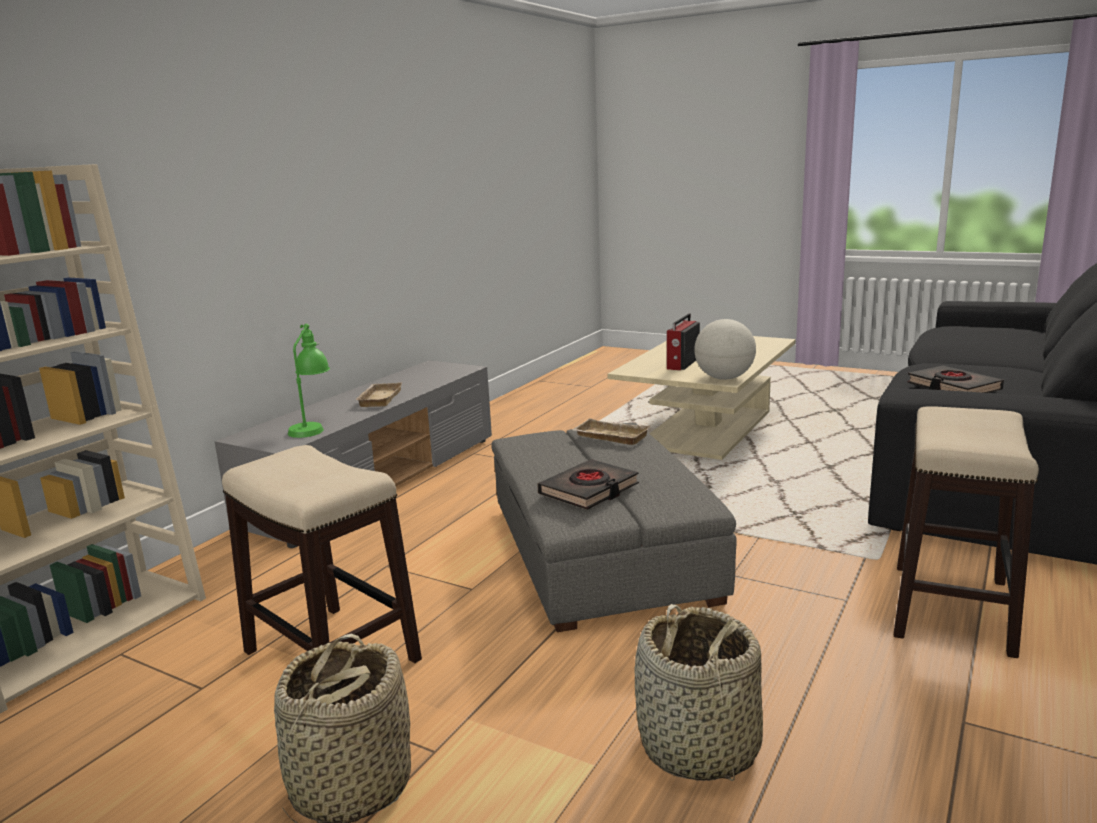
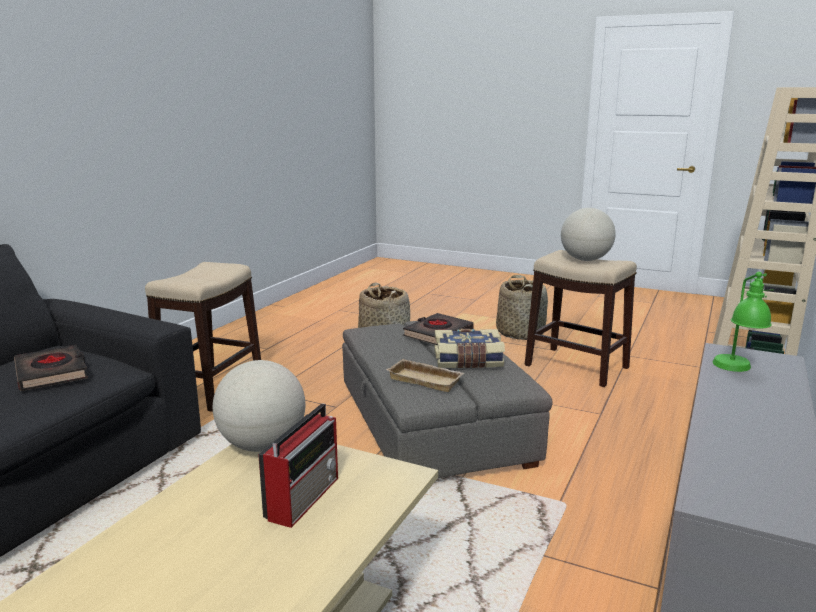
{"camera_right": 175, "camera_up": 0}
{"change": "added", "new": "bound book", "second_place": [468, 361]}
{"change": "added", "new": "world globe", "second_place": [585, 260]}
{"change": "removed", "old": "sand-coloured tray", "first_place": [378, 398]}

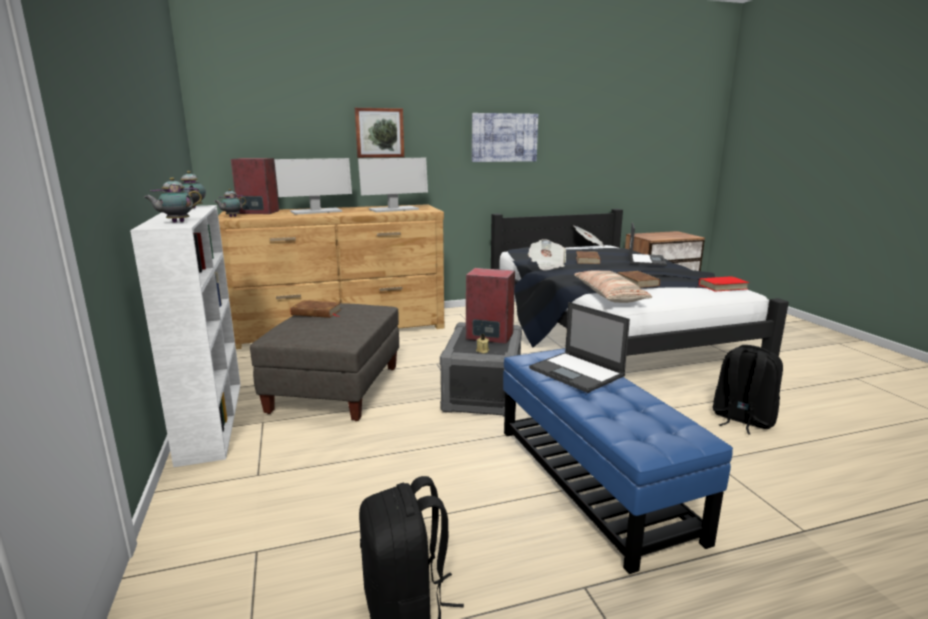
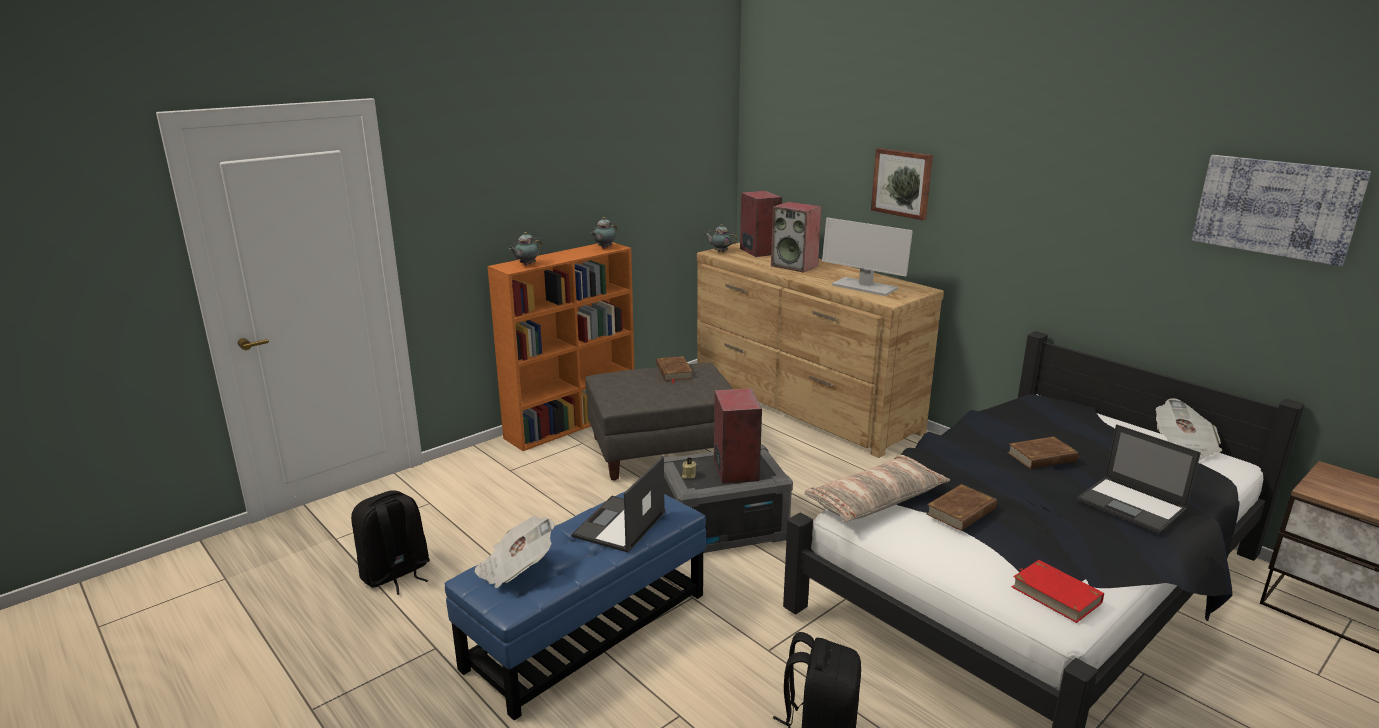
{"camera_right": 65, "camera_up": 5}
{"change": "moved", "old": "printed paper", "first_place": [546, 266], "second_place": [516, 569]}
{"change": "recoloured", "old": "whitish shelving unit", "new": "orange-coloured shelving unit", "first_place": [211, 419], "second_place": [572, 423]}
{"change": "turned", "old": "teapot", "first_place": [176, 222], "second_place": [526, 265], "degrees": -75}
{"change": "replaced", "old": "monitor", "new": "speaker", "first_place": [315, 212], "second_place": [795, 266]}
{"change": "turned", "old": "portable computer", "first_place": [646, 260], "second_place": [1132, 505], "degrees": 60}
{"change": "moved", "old": "picture", "first_place": [504, 137], "second_place": [1276, 207]}

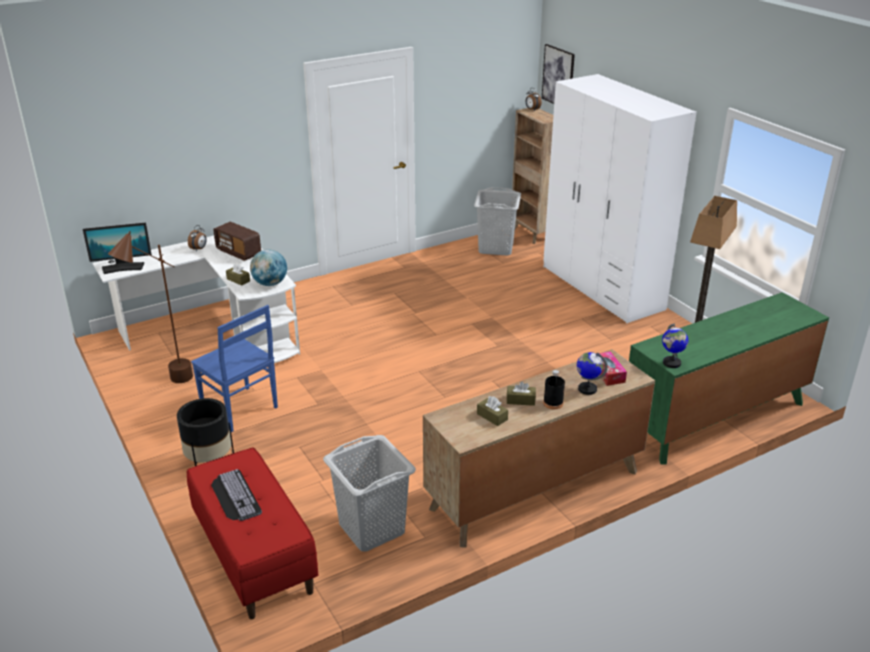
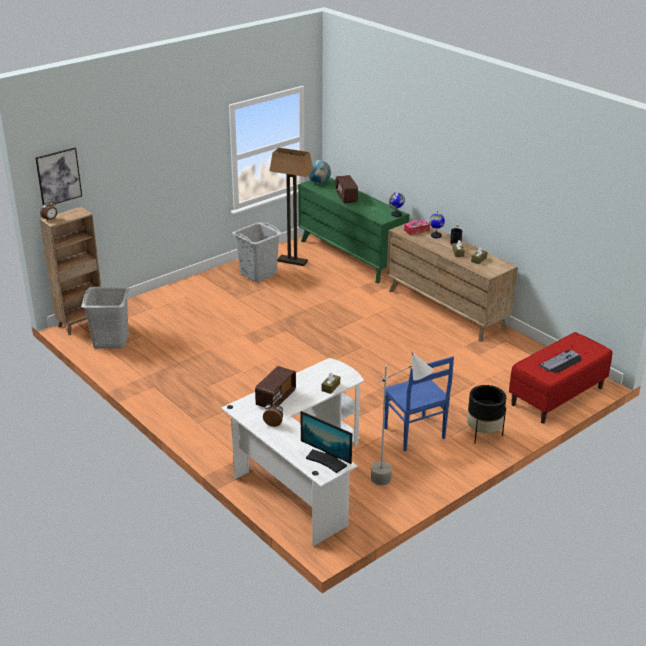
{"camera_right": -100, "camera_up": 0}
{"change": "moved", "old": "gray washing basket", "first_place": [371, 529], "second_place": [258, 274]}
{"change": "turned", "old": "monitor", "first_place": [123, 268], "second_place": [326, 461], "degrees": 150}
{"change": "moved", "old": "world globe", "first_place": [270, 283], "second_place": [319, 183]}
{"change": "added", "new": "radio", "second_place": [346, 197]}
{"change": "recoloured", "old": "brownish floor lamp", "new": "gray floor lamp", "first_place": [166, 385], "second_place": [396, 484]}
{"change": "turned", "old": "blue plain chair", "first_place": [241, 410], "second_place": [415, 434], "degrees": 120}
{"change": "removed", "old": "whitish clothes cupboard", "first_place": [602, 288]}

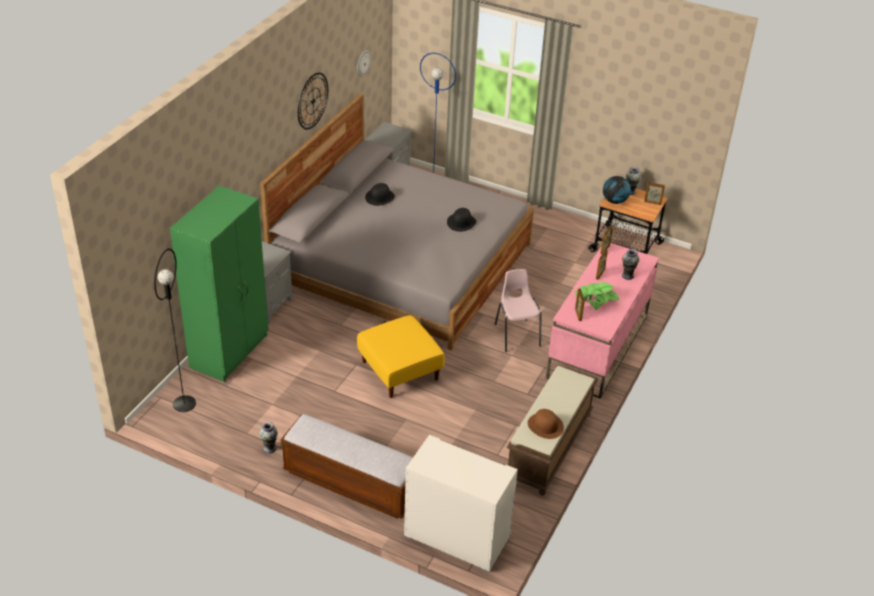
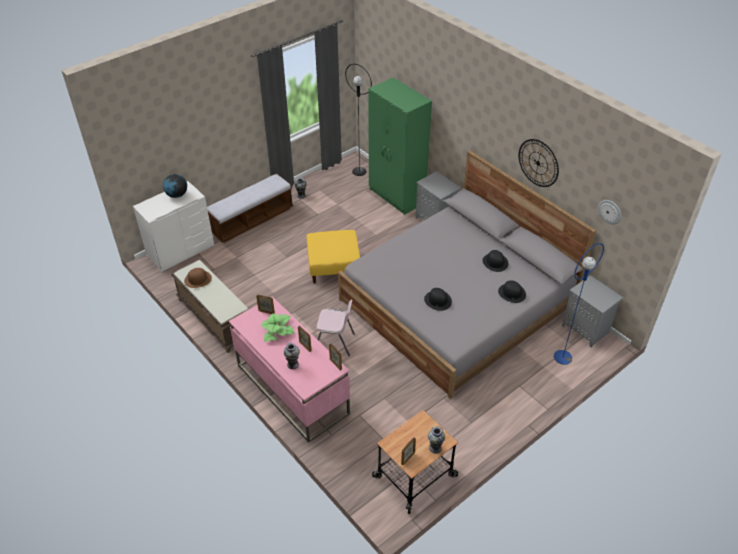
{"camera_right": 115, "camera_up": 5}
{"change": "moved", "old": "world globe", "first_place": [614, 201], "second_place": [177, 195]}
{"change": "added", "new": "black-coloured clothing hat", "second_place": [511, 293]}

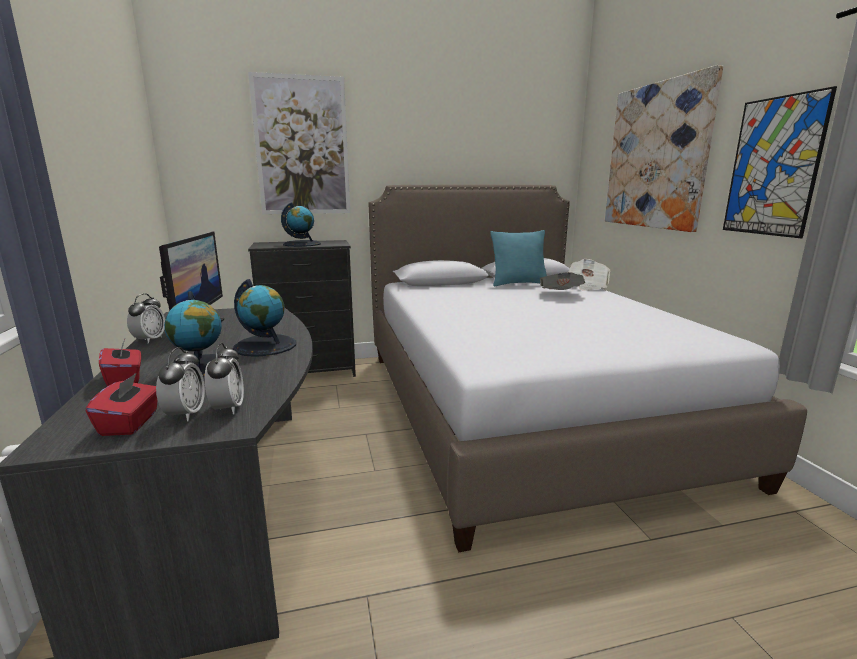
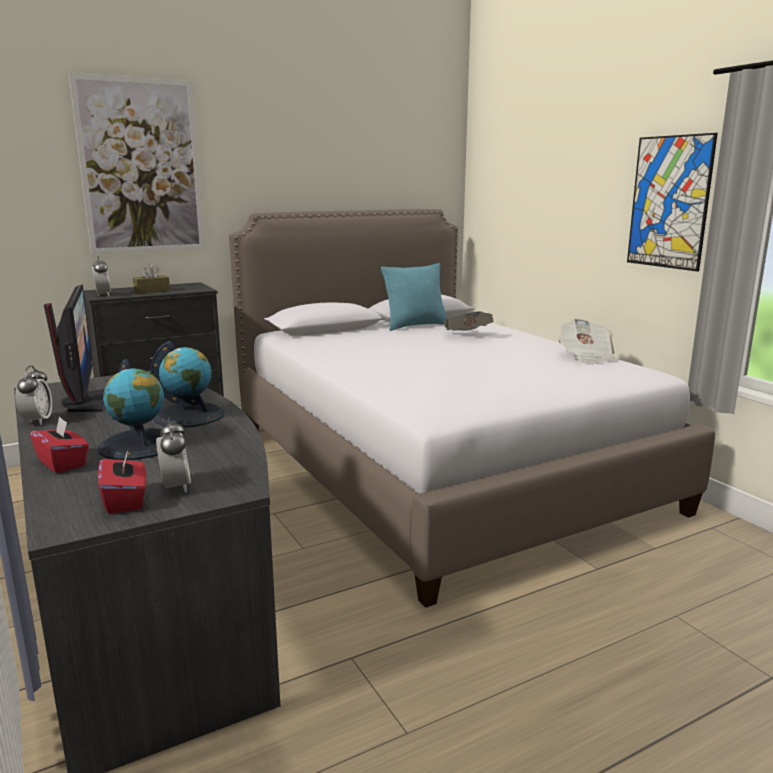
{"camera_right": -15, "camera_up": 0}
{"change": "moved", "old": "alarm clock", "first_place": [228, 408], "second_place": [103, 295]}
{"change": "replaced", "old": "world globe", "new": "brownish box of tissues", "first_place": [302, 244], "second_place": [152, 291]}
{"change": "moved", "old": "printed paper", "first_place": [587, 286], "second_place": [585, 357]}
{"change": "removed", "old": "picture", "first_place": [656, 156]}

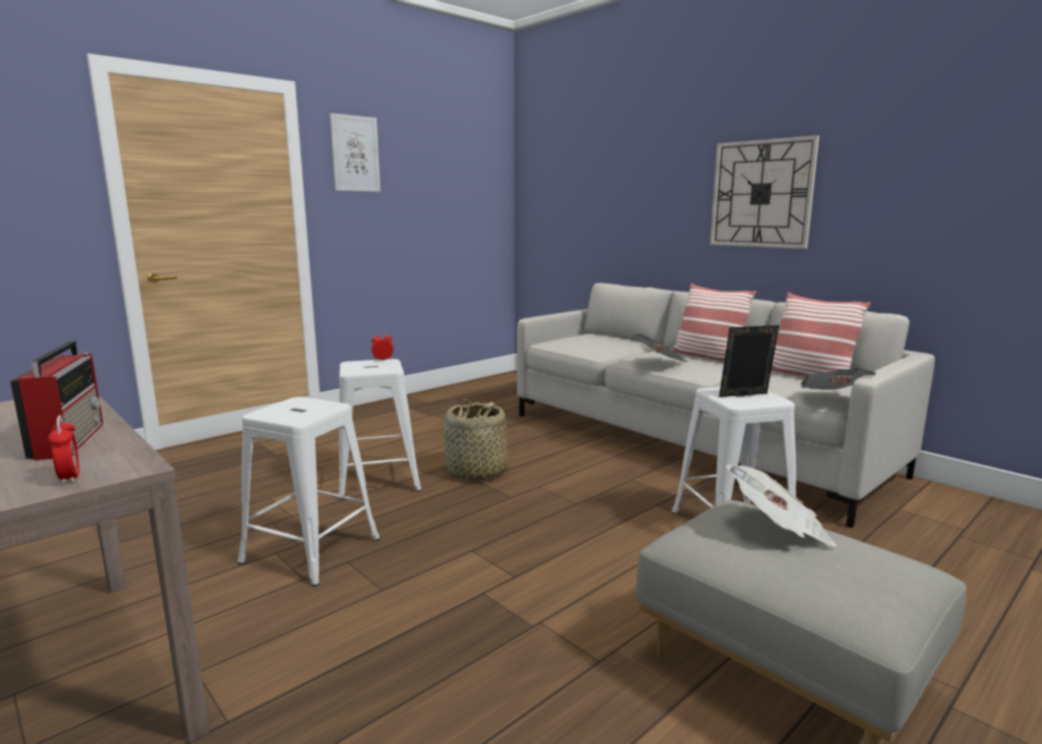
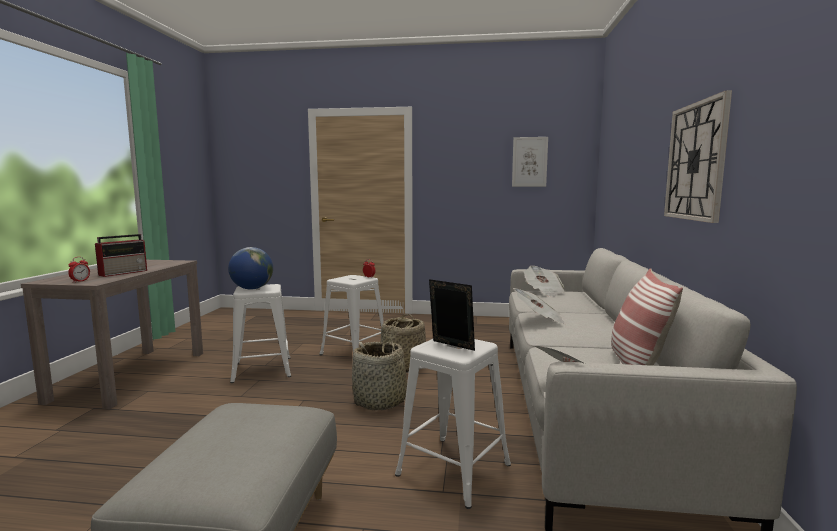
{"camera_right": 50, "camera_up": -5}
{"change": "added", "new": "world globe", "second_place": [252, 289]}
{"change": "added", "new": "storage basket", "second_place": [380, 401]}
{"change": "moved", "old": "picture", "first_place": [355, 154], "second_place": [529, 162]}
{"change": "moved", "old": "printed paper", "first_place": [778, 529], "second_place": [543, 292]}
{"change": "removed", "old": "pillow", "first_place": [707, 357]}

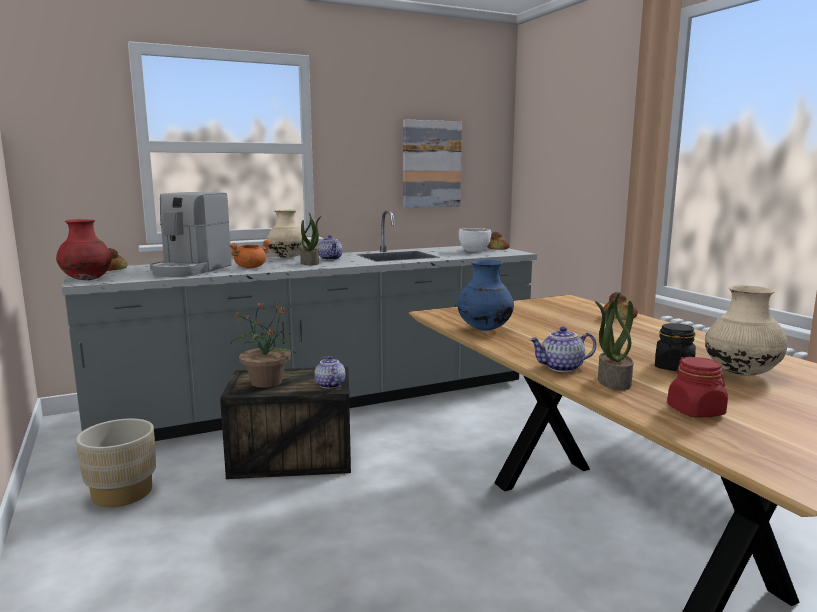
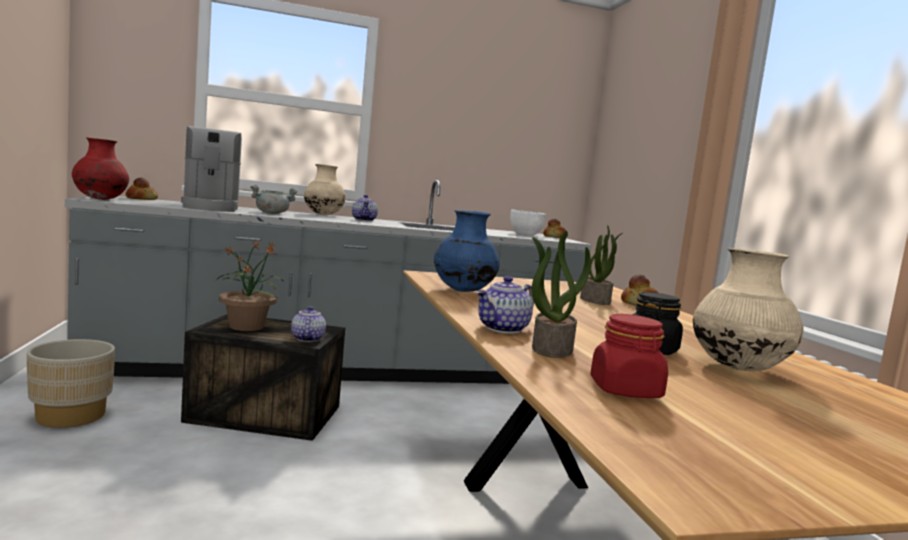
{"camera_right": 10, "camera_up": -5}
{"change": "turned", "old": "coffee machine", "first_place": [190, 270], "second_place": [211, 207], "degrees": -45}
{"change": "recoloured", "old": "orange-coloured cooking pot", "new": "gray cooking pot", "first_place": [250, 267], "second_place": [272, 213]}
{"change": "turned", "old": "teapot", "first_place": [561, 368], "second_place": [503, 329], "degrees": -45}
{"change": "moved", "old": "potted plant", "first_place": [310, 263], "second_place": [596, 300]}
{"change": "removed", "old": "picture", "first_place": [431, 164]}

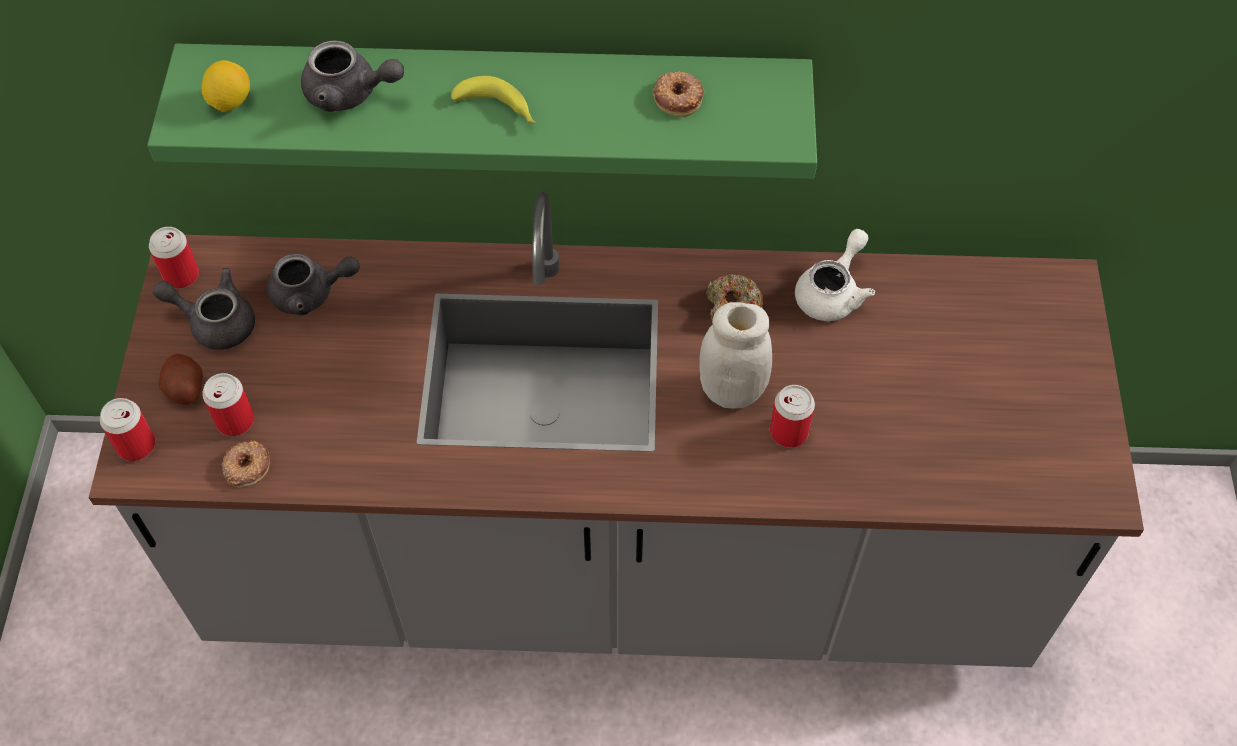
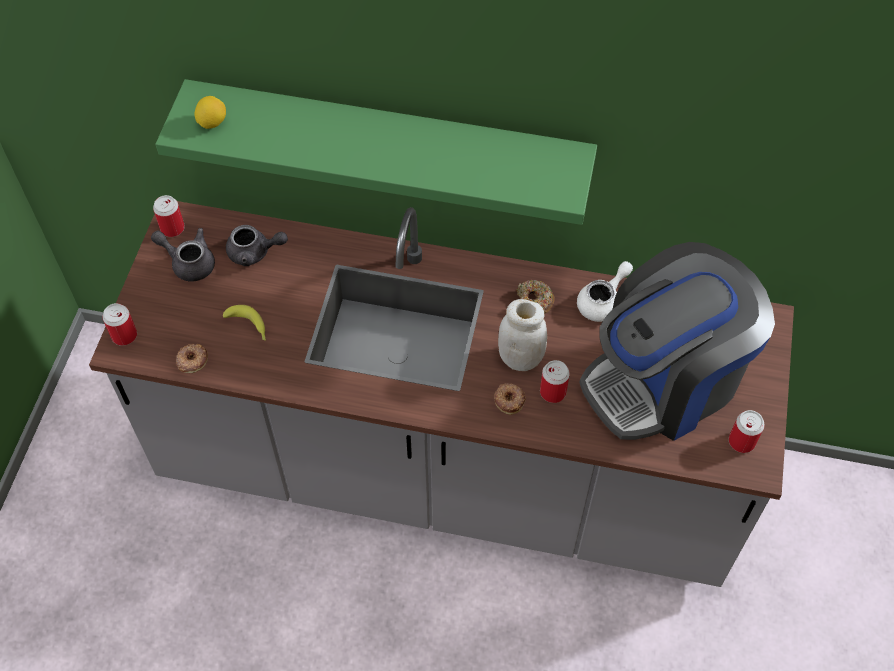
{"camera_right": 10, "camera_up": 0}
{"change": "moved", "old": "whole banana", "first_place": [498, 110], "second_place": [249, 327]}
{"change": "moved", "old": "donut", "first_place": [678, 97], "second_place": [509, 400]}
{"change": "added", "new": "coffee machine", "second_place": [664, 380]}
{"change": "moved", "old": "metal can", "first_place": [235, 420], "second_place": [741, 441]}
{"change": "removed", "old": "spud", "first_place": [185, 389]}
{"change": "removed", "old": "gray teapot", "first_place": [350, 94]}

